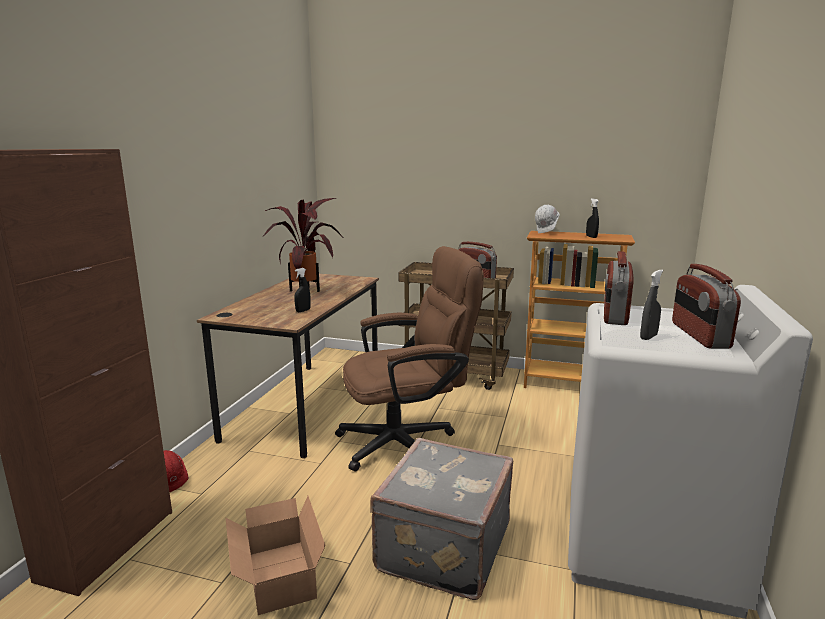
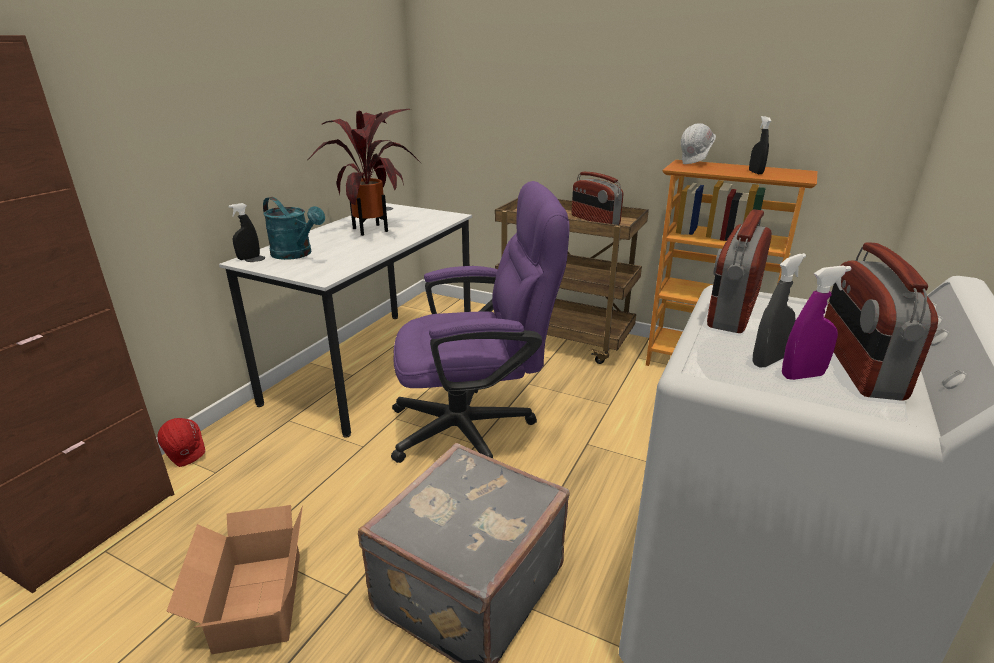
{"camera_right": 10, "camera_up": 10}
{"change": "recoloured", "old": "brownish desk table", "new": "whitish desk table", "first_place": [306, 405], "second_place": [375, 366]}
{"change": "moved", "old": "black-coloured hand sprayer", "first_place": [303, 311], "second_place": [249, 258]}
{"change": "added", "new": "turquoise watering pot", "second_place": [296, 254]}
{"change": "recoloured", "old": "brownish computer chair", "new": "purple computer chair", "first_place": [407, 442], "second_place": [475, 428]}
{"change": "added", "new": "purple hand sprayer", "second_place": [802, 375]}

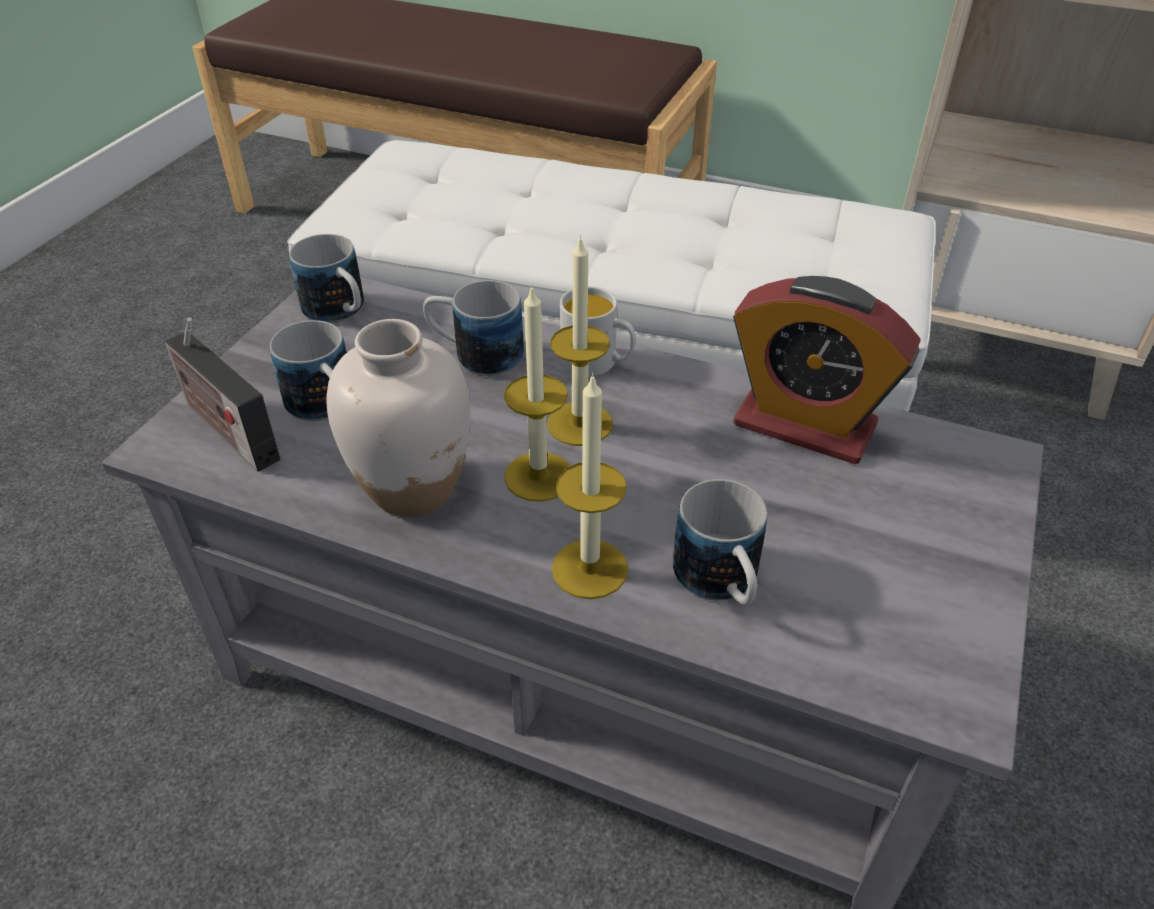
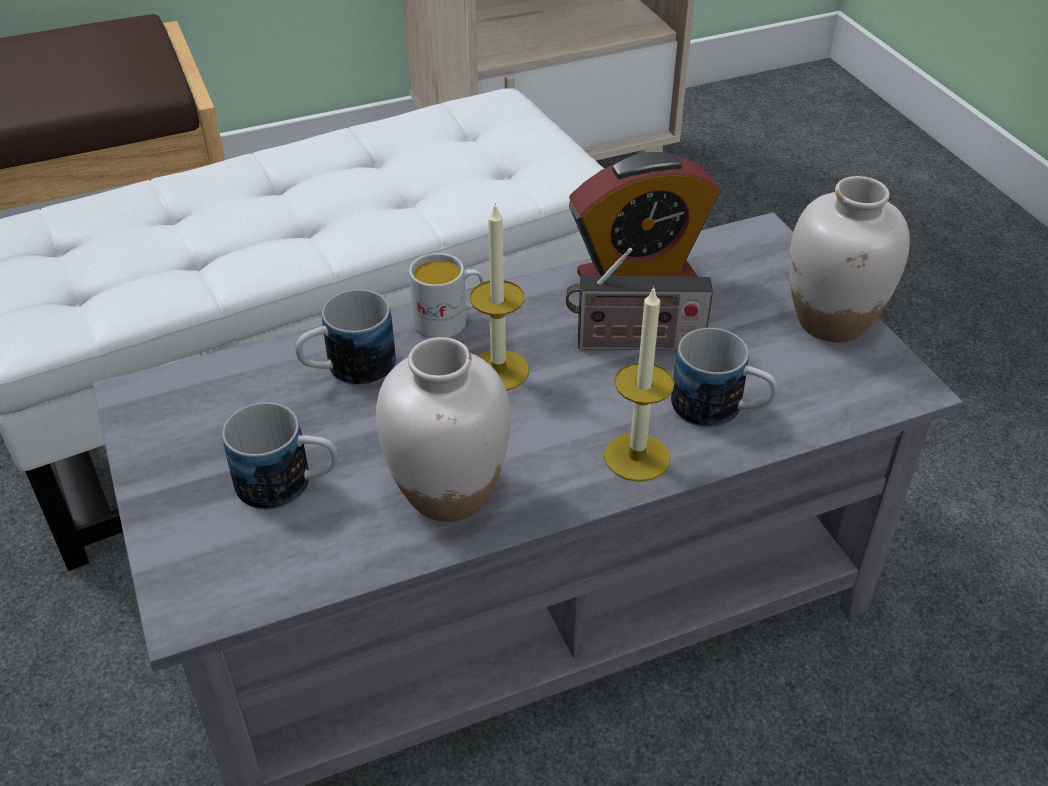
{"camera_right": -45, "camera_up": 0}
{"change": "moved", "old": "radio", "first_place": [227, 429], "second_place": [633, 344]}
{"change": "added", "new": "whitish vase", "second_place": [832, 321]}
{"change": "removed", "old": "coffee mug", "first_place": [340, 313]}
{"change": "removed", "old": "candle", "first_place": [539, 476]}

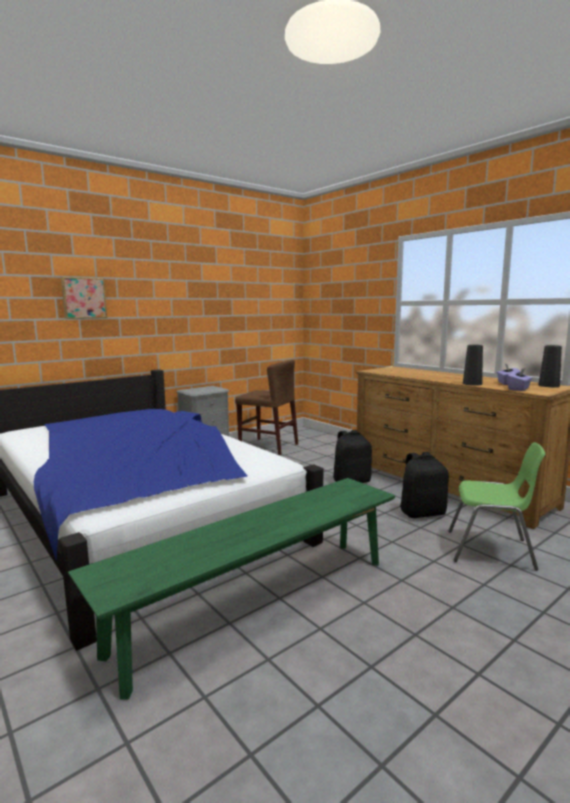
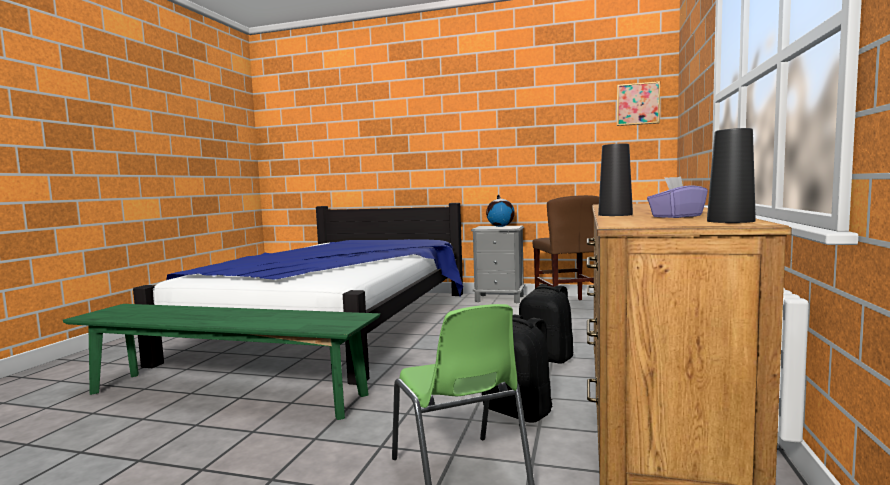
{"camera_right": 55, "camera_up": -5}
{"change": "added", "new": "world globe", "second_place": [500, 226]}
{"change": "moved", "old": "picture", "first_place": [84, 298], "second_place": [637, 104]}
{"change": "removed", "old": "purple box of tissues", "first_place": [519, 389]}

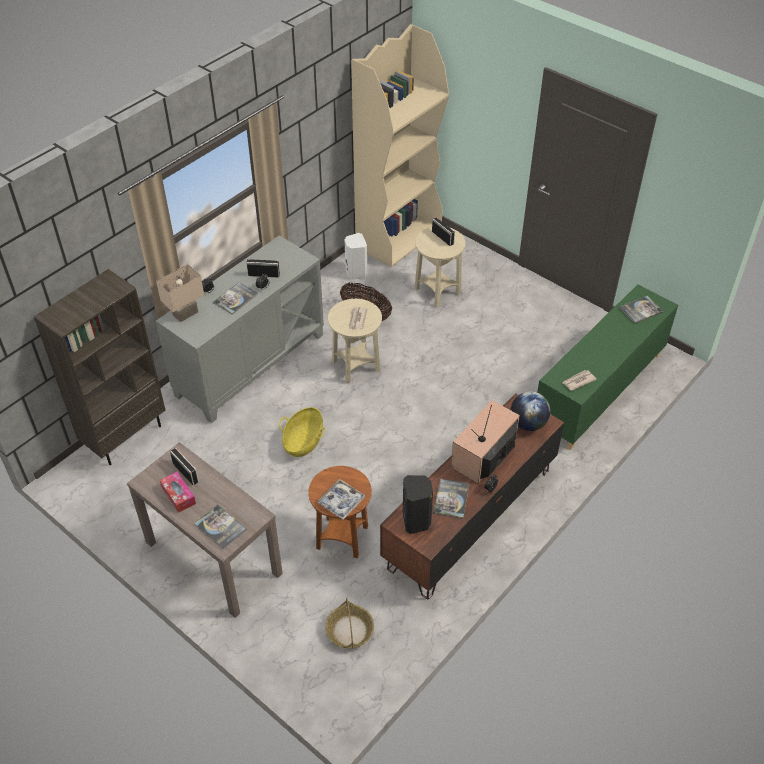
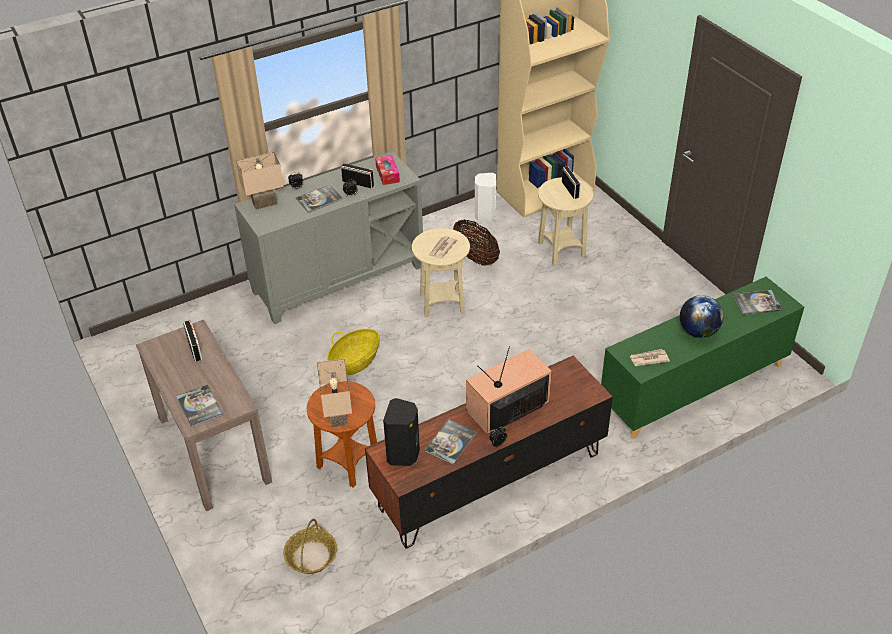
{"camera_right": 20, "camera_up": -5}
{"change": "replaced", "old": "tray", "new": "sand-coloured table lamp", "first_place": [341, 502], "second_place": [336, 416]}
{"change": "moved", "old": "box of tissues", "first_place": [178, 495], "second_place": [387, 174]}
{"change": "moved", "old": "world globe", "first_place": [528, 423], "second_place": [698, 332]}
{"change": "removed", "old": "brownish shelving unit", "first_place": [125, 436]}

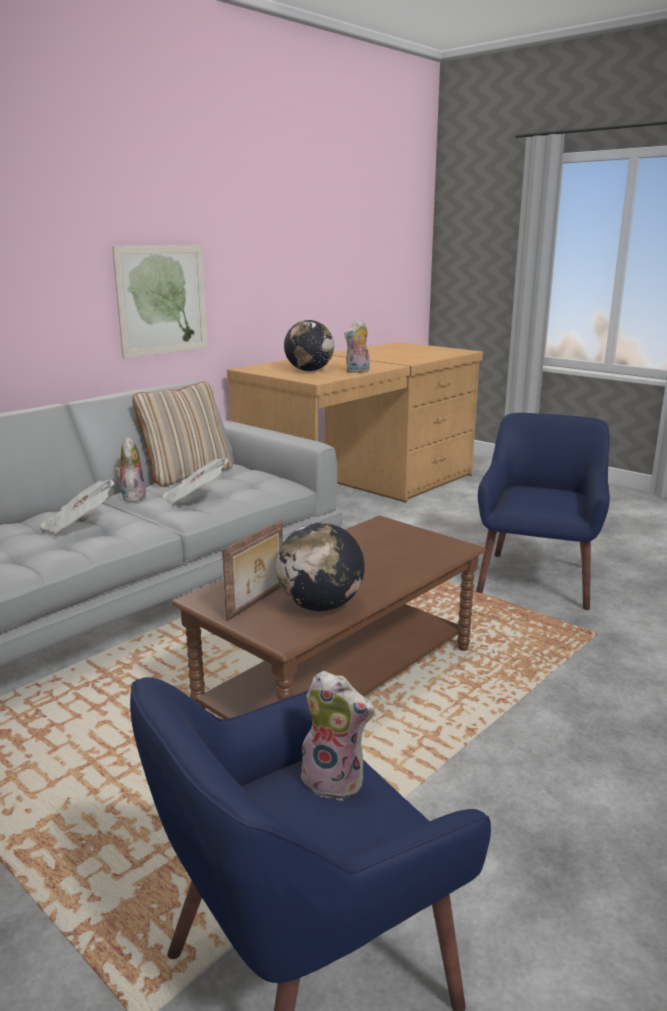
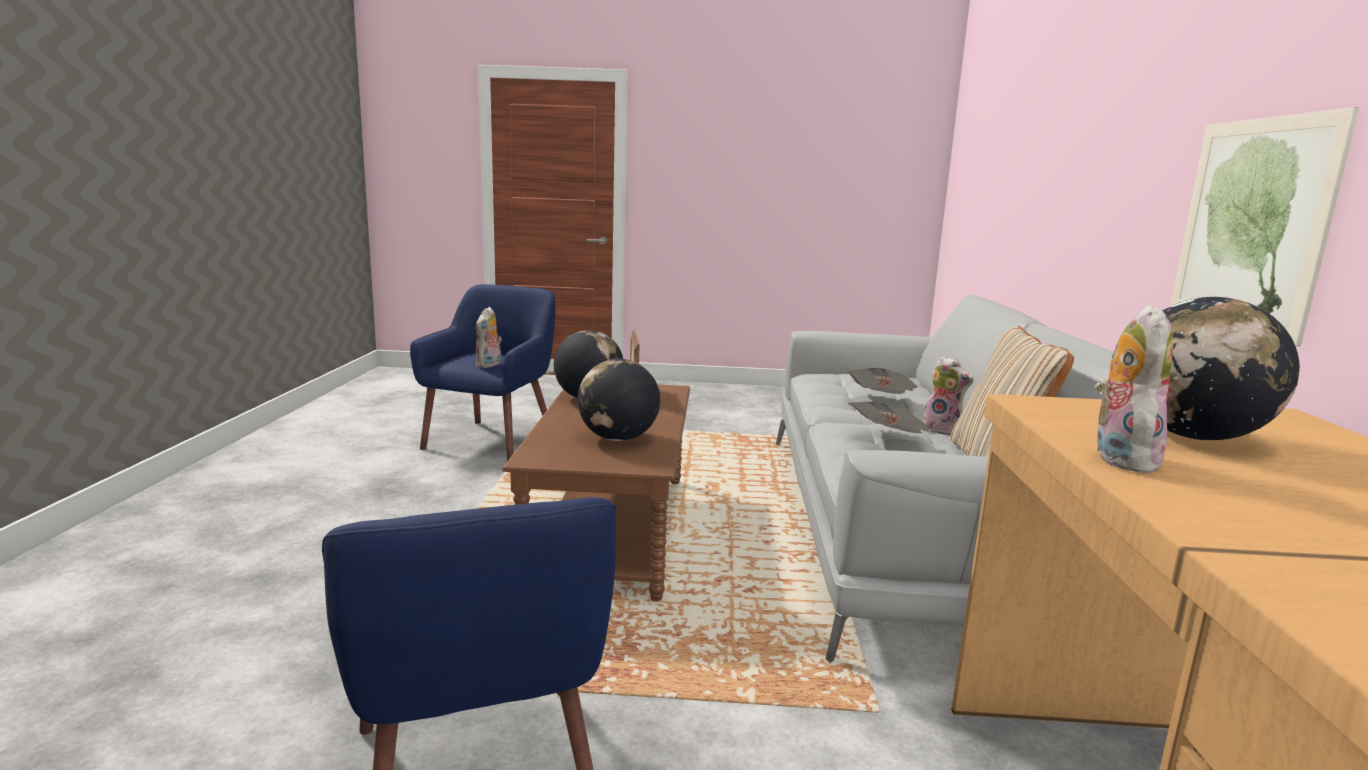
{"camera_right": 140, "camera_up": -5}
{"change": "turned", "old": "plush toy", "first_place": [336, 780], "second_place": [489, 365], "degrees": -60}
{"change": "added", "new": "world globe", "second_place": [618, 438]}

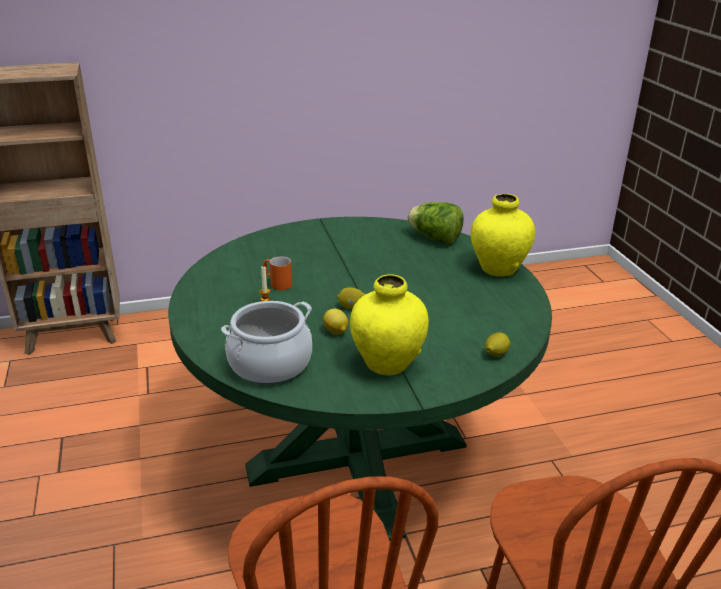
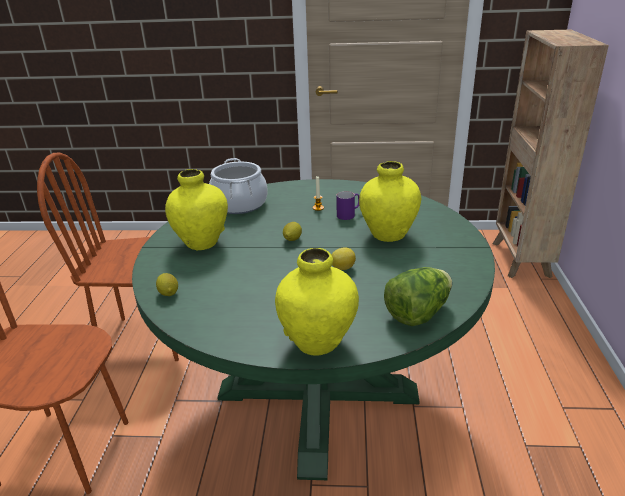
{"camera_right": 110, "camera_up": 0}
{"change": "moved", "old": "whole lemon", "first_place": [336, 332], "second_place": [342, 268]}
{"change": "recoloured", "old": "orange-coloured coffee mug", "new": "purple coffee mug", "first_place": [277, 283], "second_place": [349, 214]}
{"change": "added", "new": "yellow vase", "second_place": [388, 234]}

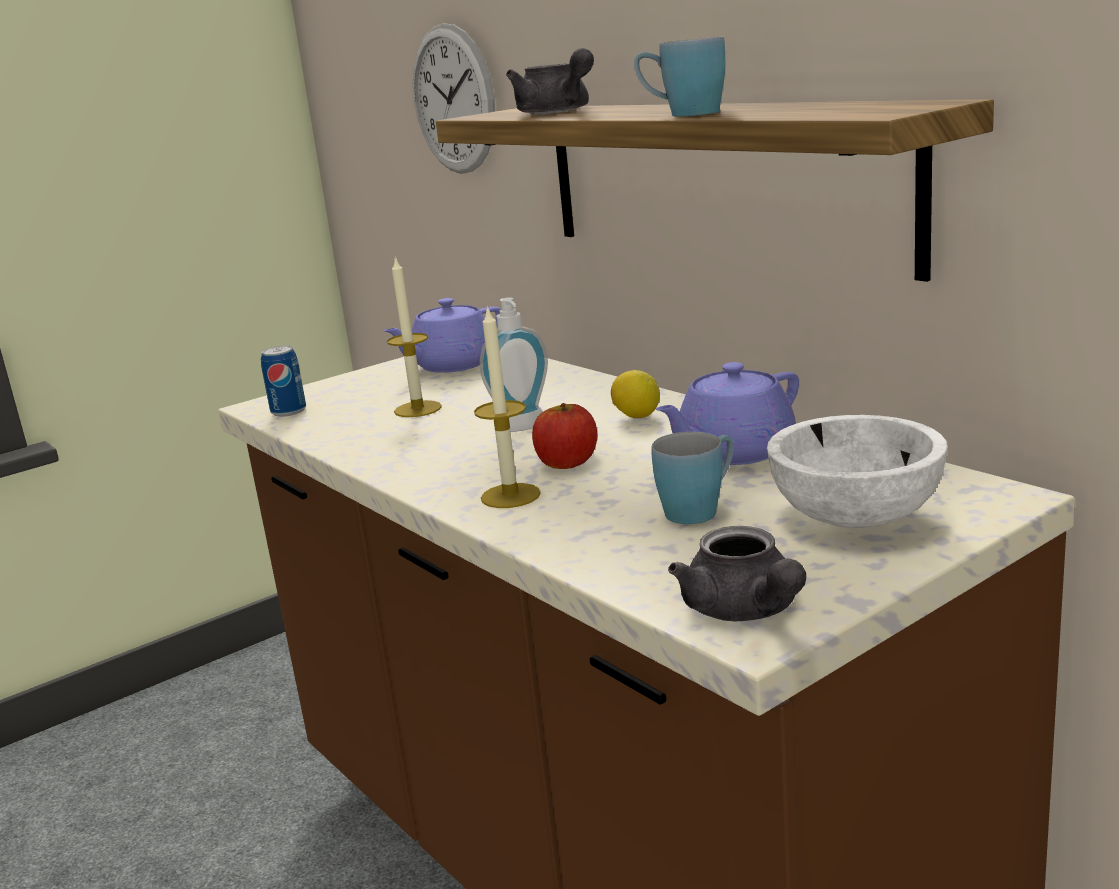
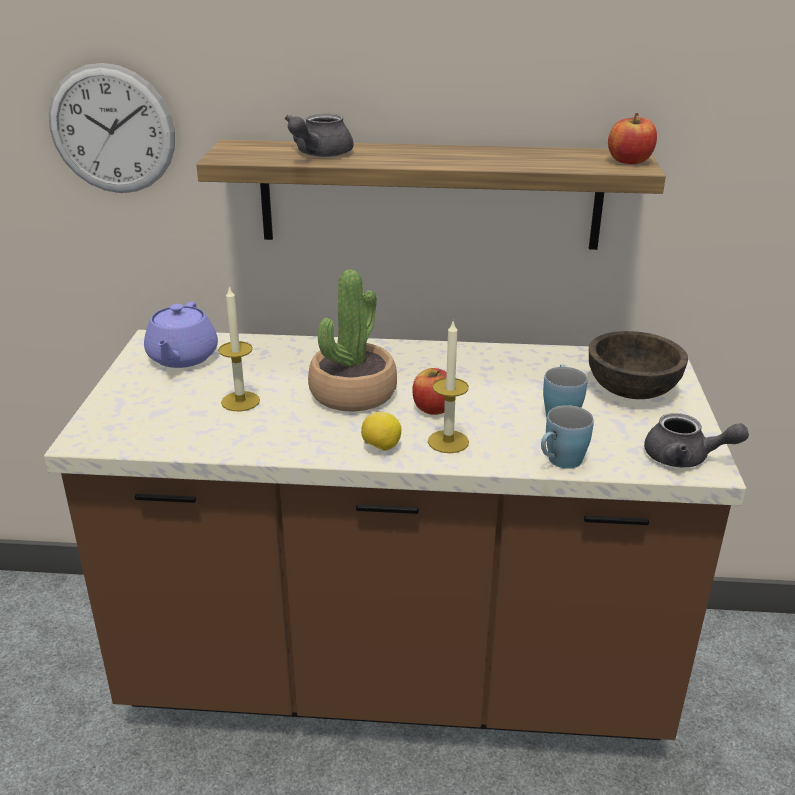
{"camera_right": -50, "camera_up": 10}
{"change": "turned", "old": "gray teapot", "first_place": [557, 112], "second_place": [318, 154], "degrees": 105}
{"change": "replaced", "old": "soap bottle", "new": "potted plant", "first_place": [523, 428], "second_place": [352, 393]}
{"change": "moved", "old": "whole lemon", "first_place": [636, 417], "second_place": [381, 448]}
{"change": "moved", "old": "blue coffee mug", "first_place": [682, 114], "second_place": [560, 462]}
{"change": "recoloured", "old": "whitish deep dish", "new": "brownish deep dish", "first_place": [857, 516], "second_place": [632, 390]}
{"change": "added", "new": "apple fruit", "second_place": [629, 161]}
{"change": "removed", "old": "metal can", "first_place": [288, 411]}
{"change": "removed", "old": "purple teapot", "first_place": [733, 452]}

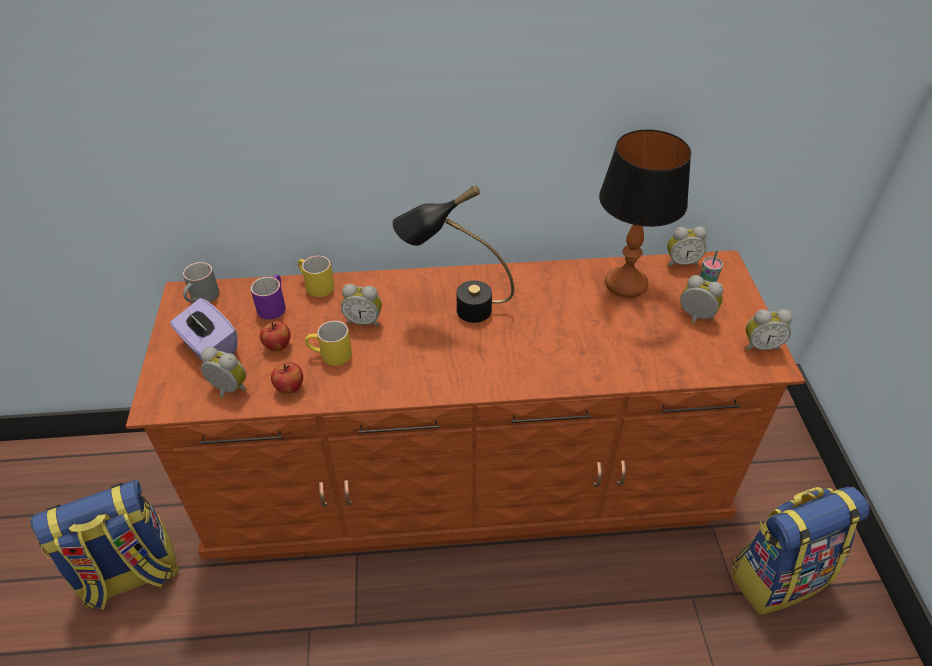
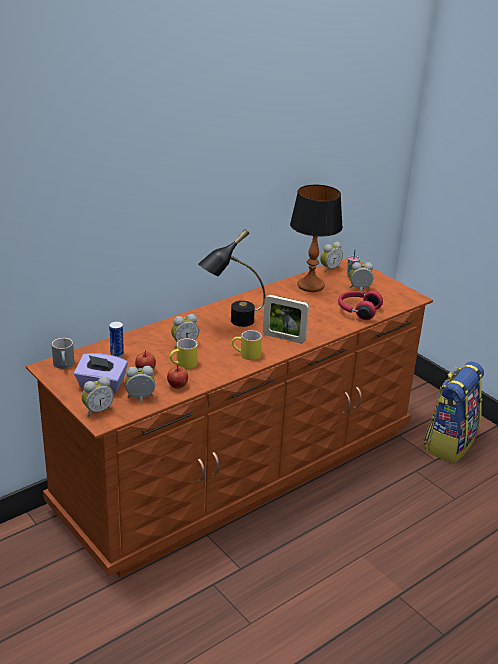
{"camera_right": -35, "camera_up": -15}
{"change": "moved", "old": "alarm clock", "first_place": [760, 346], "second_place": [97, 410]}
{"change": "replaced", "old": "purple coffee mug", "new": "metal can", "first_place": [273, 305], "second_place": [117, 354]}
{"change": "moved", "old": "yellow coffee mug", "first_place": [315, 286], "second_place": [246, 355]}
{"change": "added", "new": "standing frame", "second_place": [284, 338]}
{"change": "added", "new": "reddish headset", "second_place": [357, 311]}
{"change": "removed", "old": "backpack", "first_place": [130, 575]}

